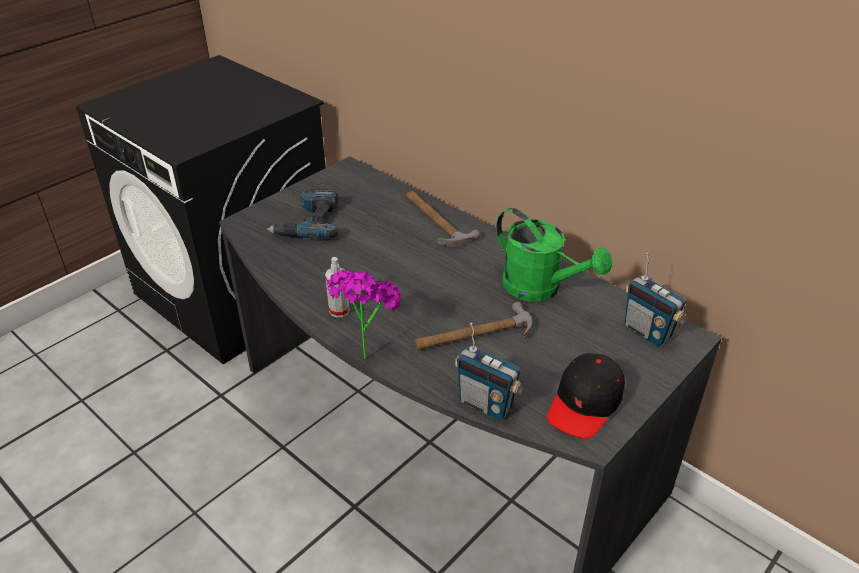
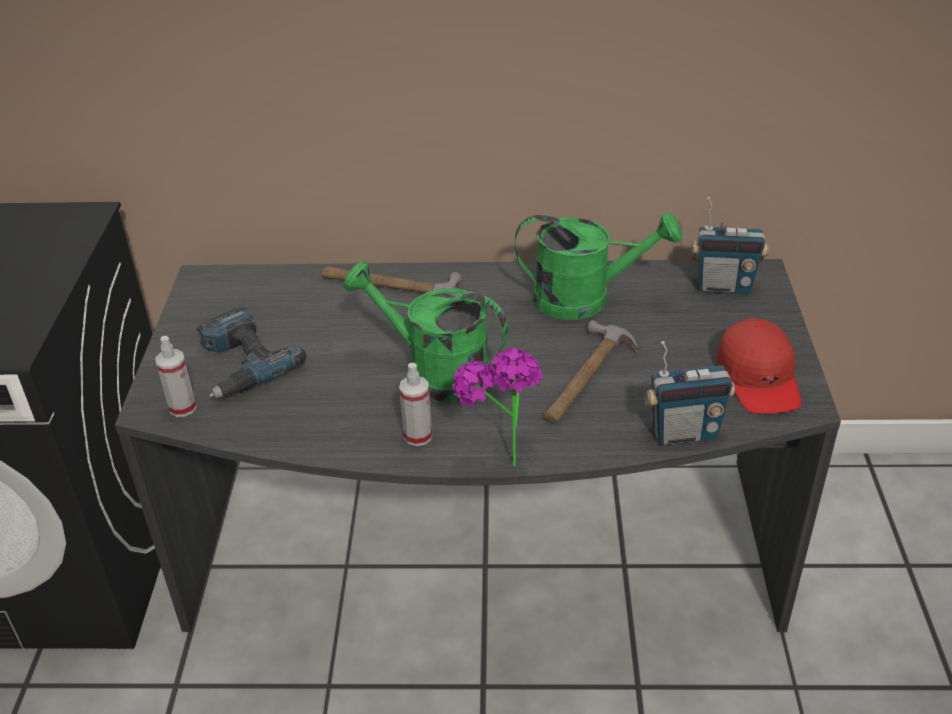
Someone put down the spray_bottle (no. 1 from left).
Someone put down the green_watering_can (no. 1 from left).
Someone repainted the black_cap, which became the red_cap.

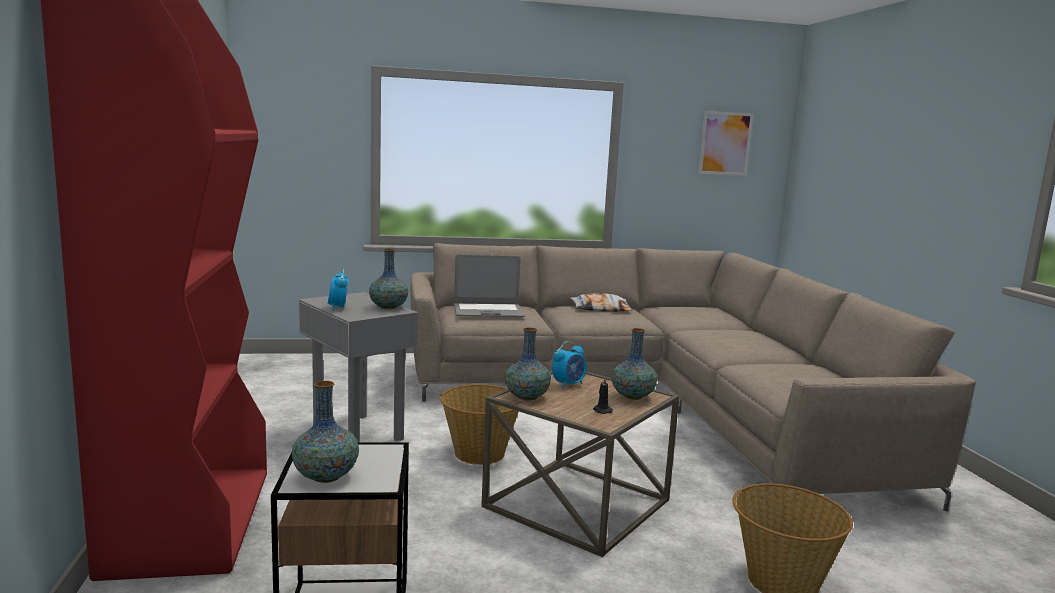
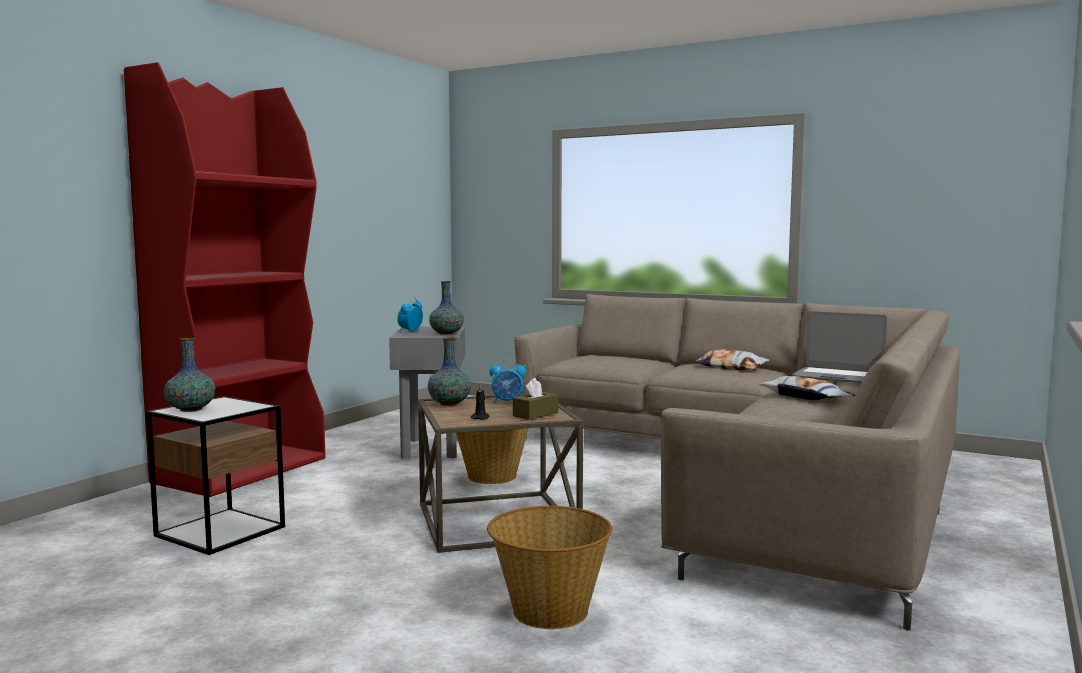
Someone took away the picture.
Someone put down the pillow (no. 2 from left).
Someone carried the laptop.
Someone swapped the vase (no. 4 from left) for the brown_tissue_box.

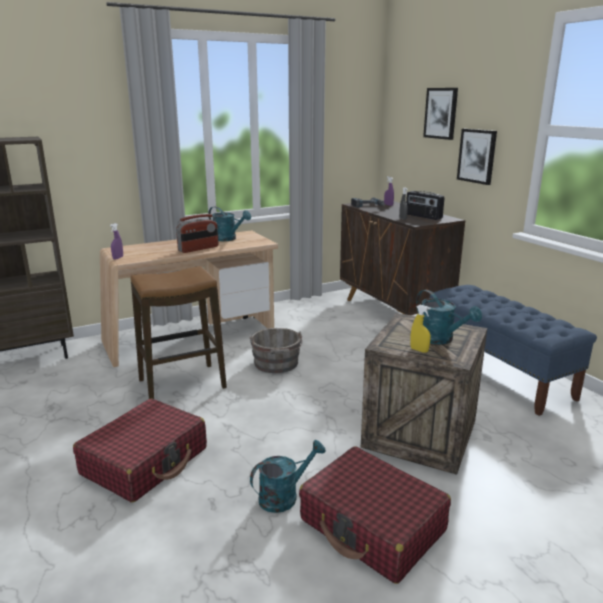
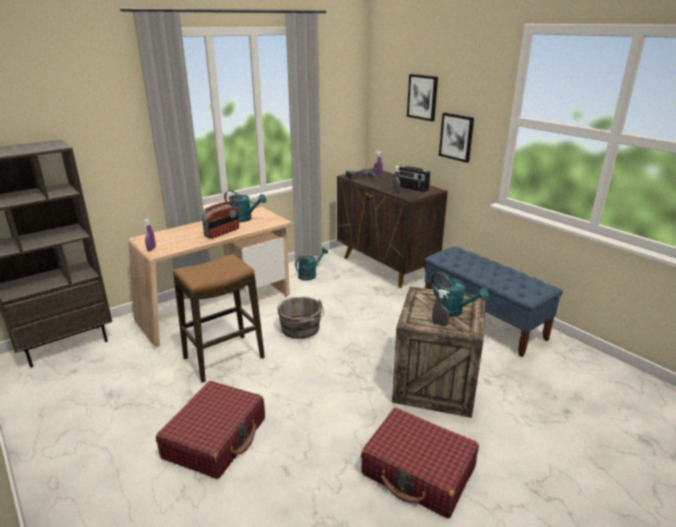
Someone carried the turquoise_watering_can (no. 2 from left).
Someone repainted the yellow_spray_bottle, which became the grey_spray_bottle (no. 2 from left).

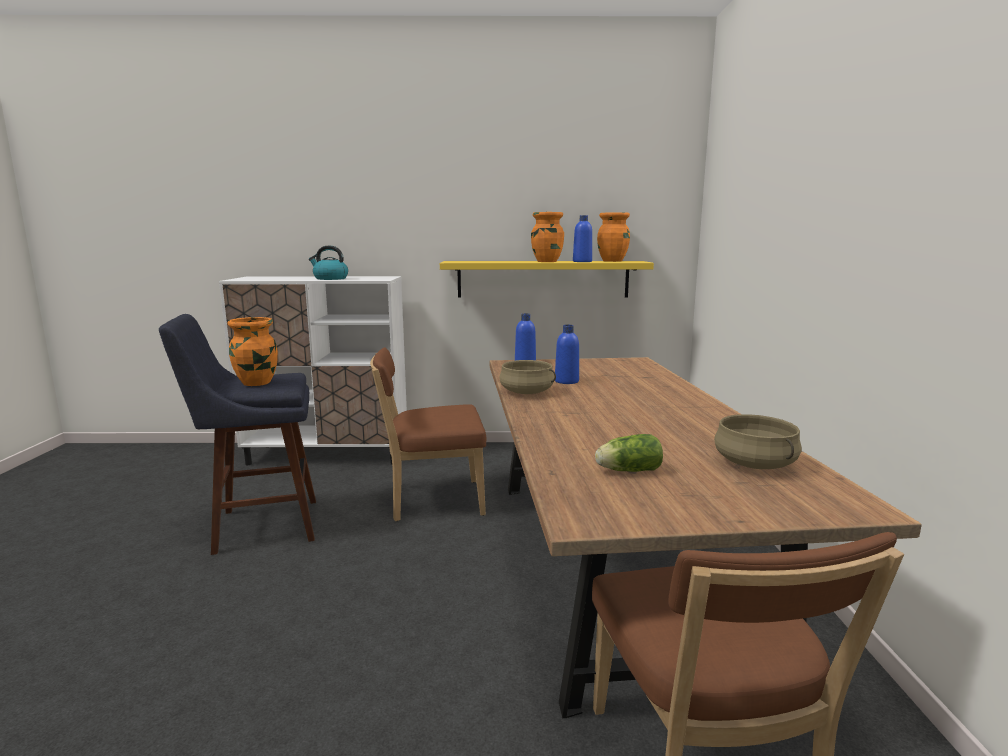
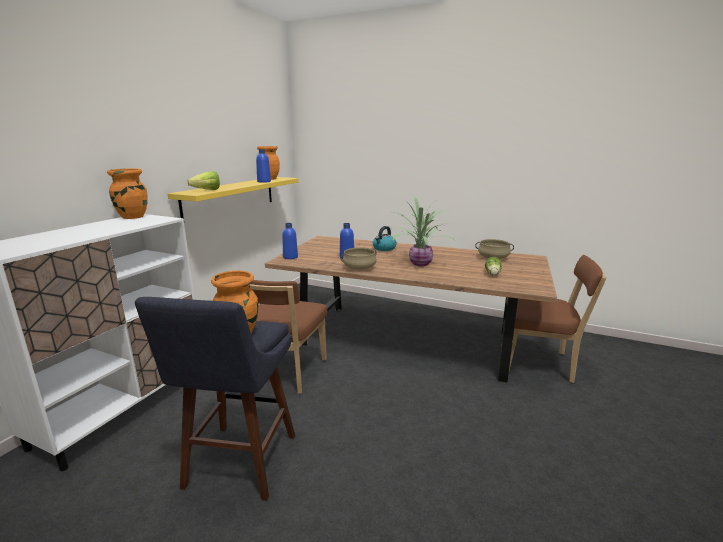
Someone put down the lettuce (no. 1 from left).
Someone put down the potted_plant.
Someone carried the kettle.
Someone carried the orange_vase (no. 2 from left in the first image).

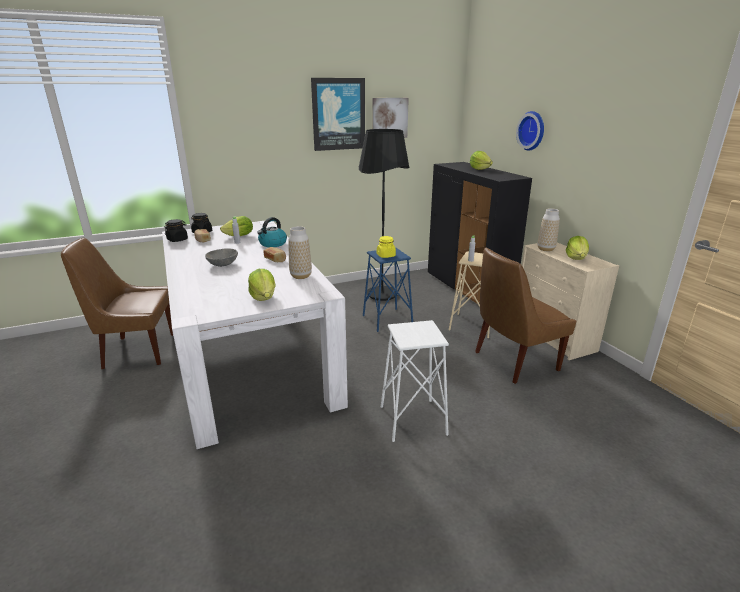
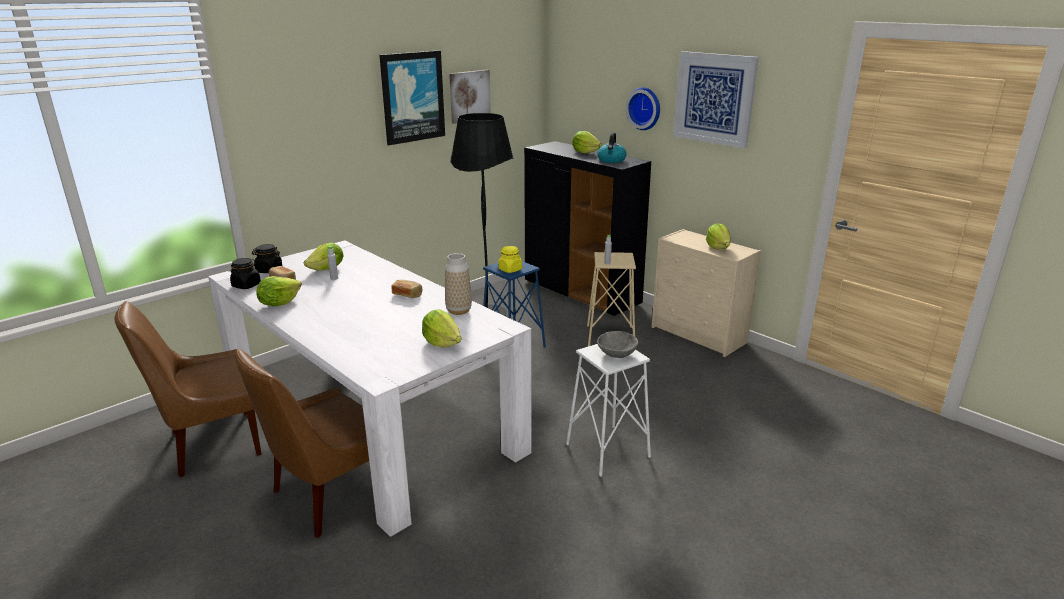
Someone took away the vase (no. 2 from left).
Someone put down the lettuce (no. 1 from left).
Someone put up the picture (no. 3 from left).
Someone carried the grey_bowl.
Someone carried the kettle.
Someone carried the brown_chair (no. 2 from left).

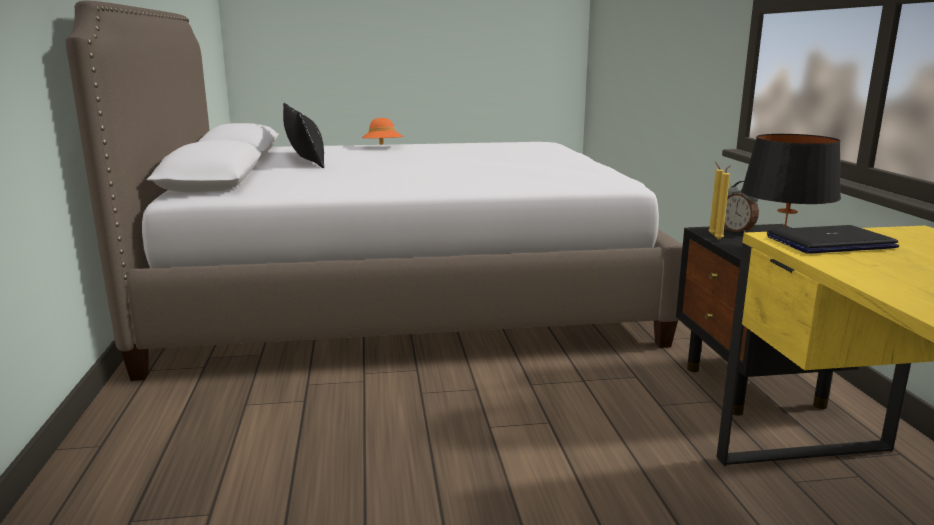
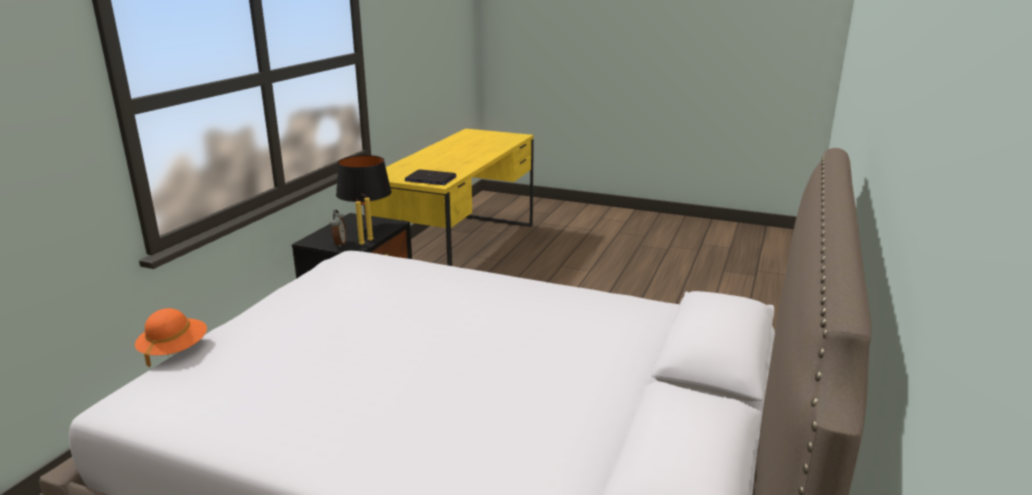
Someone took away the black_pillow.
Someone carried the orange_hat.

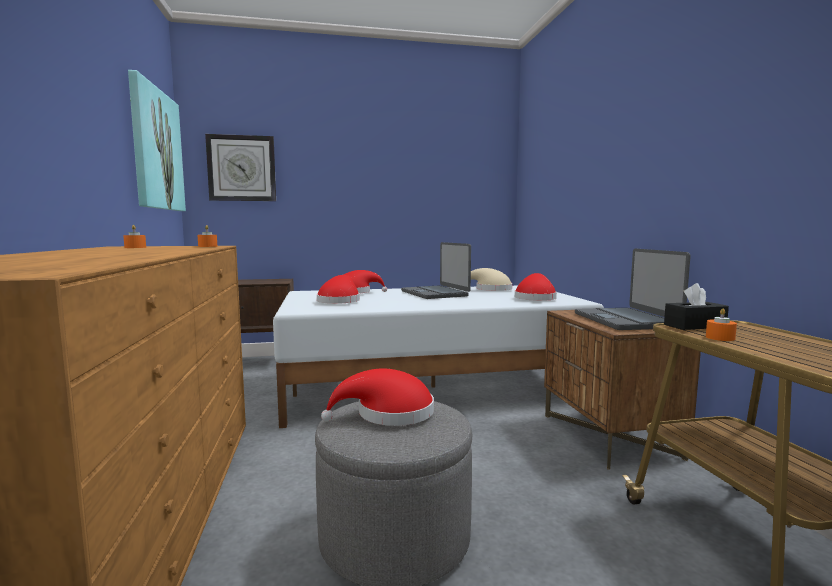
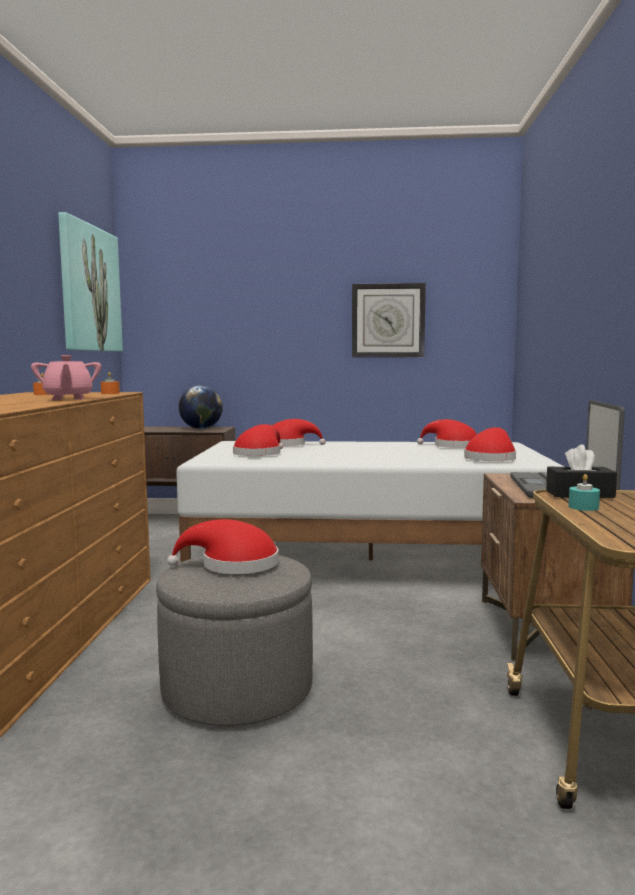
Someone took away the laptop (no. 1 from left).
Someone put down the pink_teapot.
Someone put down the globe.
Someone carried the wall_clock.
Someone repainted the beige_hat, which became the red_hat (no. 4 from left).
Someone repainted the orange_candle (no. 3 from left), which became the turquoise_candle.

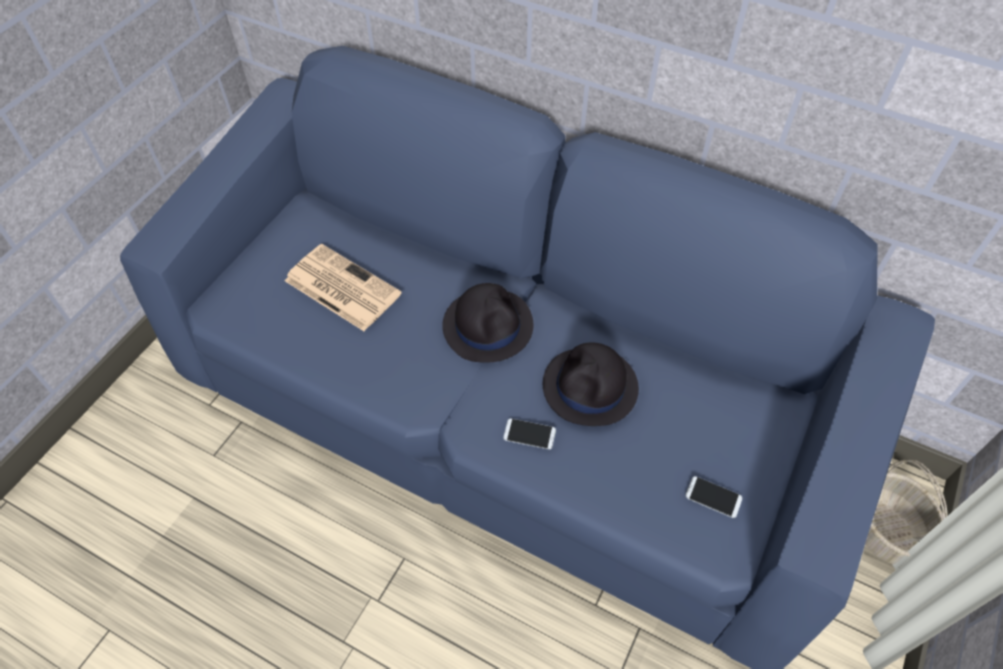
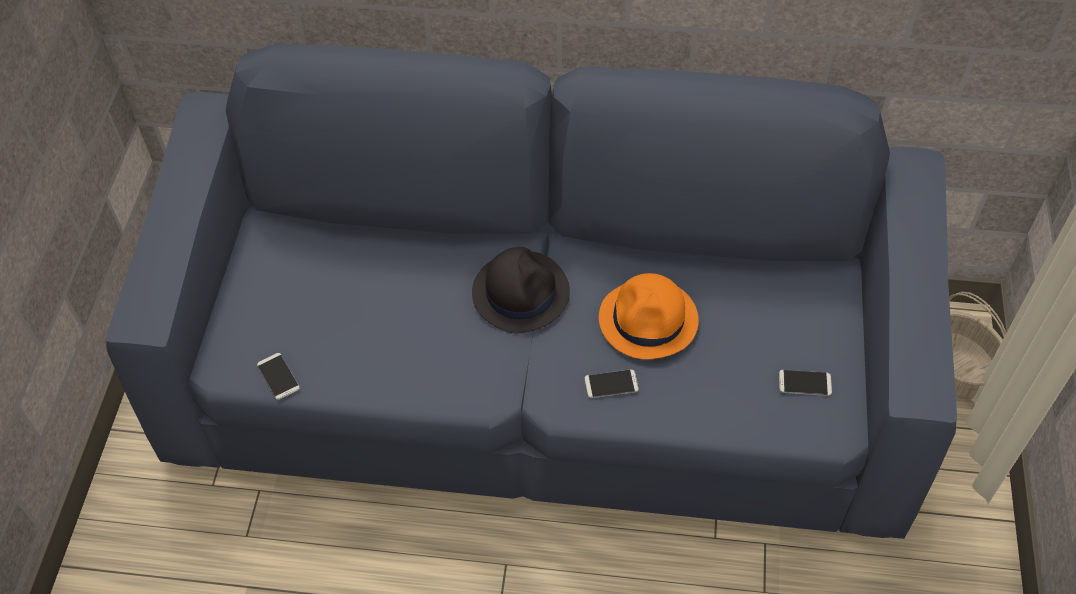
Someone took away the newspaper.
Someone put down the phone (no. 1 from left).
Someone repainted the black_hat (no. 2 from left), which became the orange_hat.

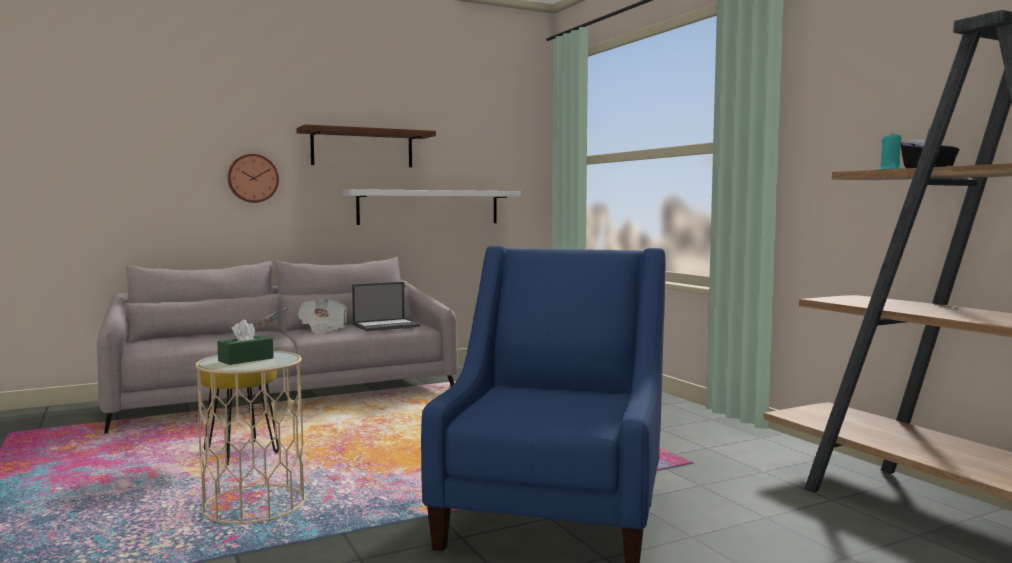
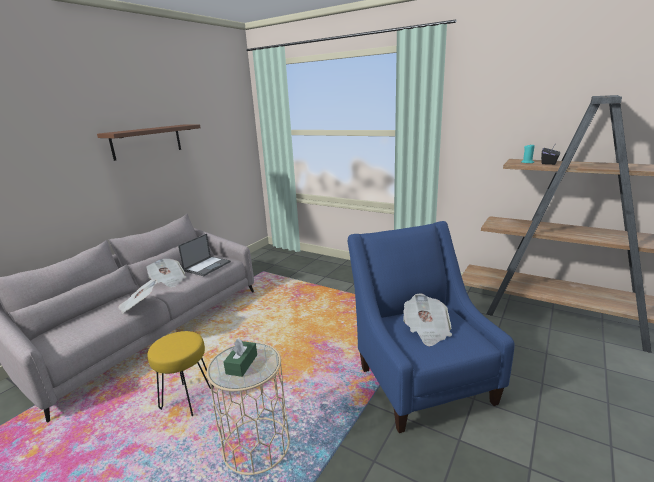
Someone took away the wall_clock.
Someone took away the white_shelf.
Someone put down the newspaper (no. 3 from left).

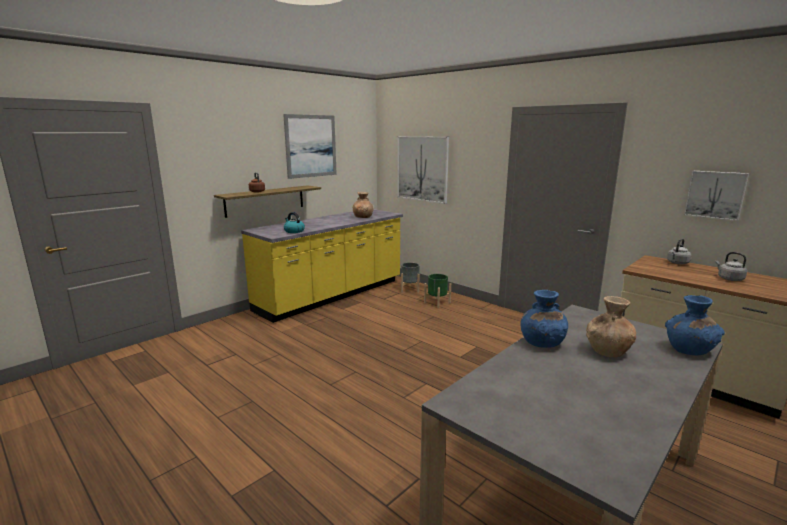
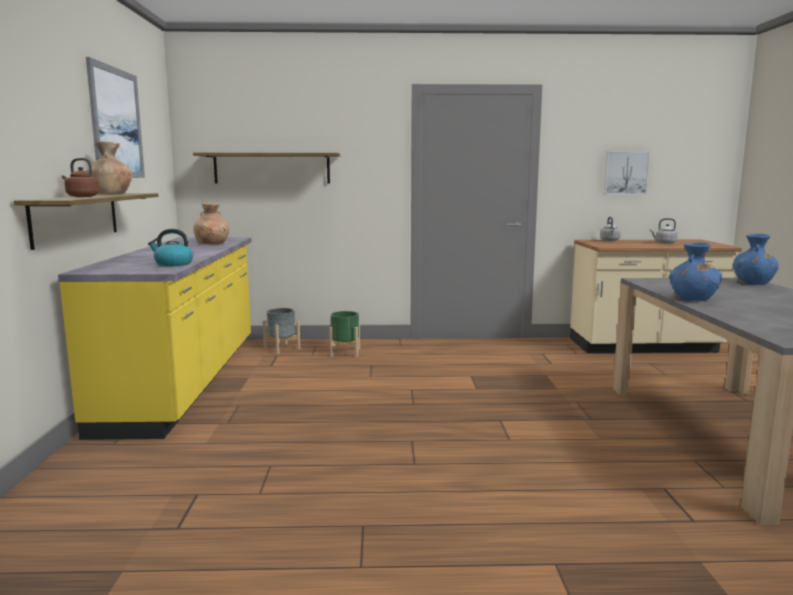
Someone carried the brown_vase (no. 2 from left in the first image).
Someone swapped the picture (no. 2 from left) for the shelf (no. 2 from left).

